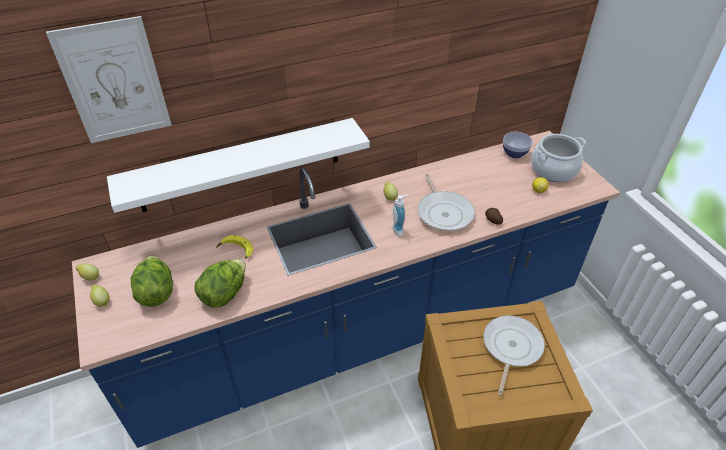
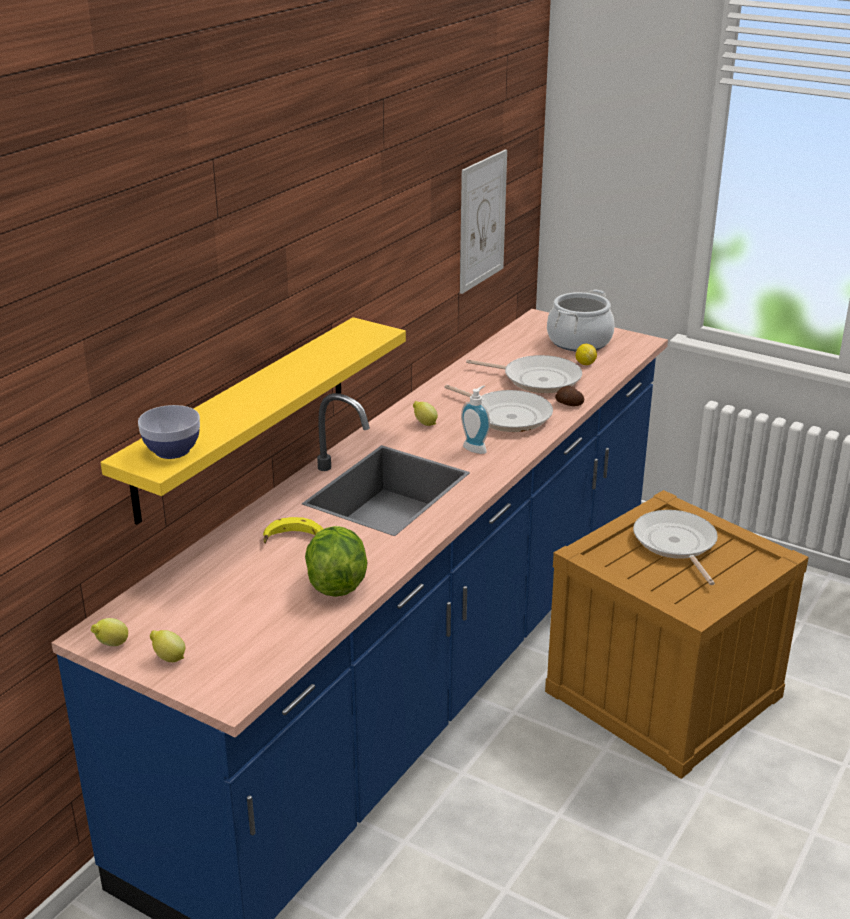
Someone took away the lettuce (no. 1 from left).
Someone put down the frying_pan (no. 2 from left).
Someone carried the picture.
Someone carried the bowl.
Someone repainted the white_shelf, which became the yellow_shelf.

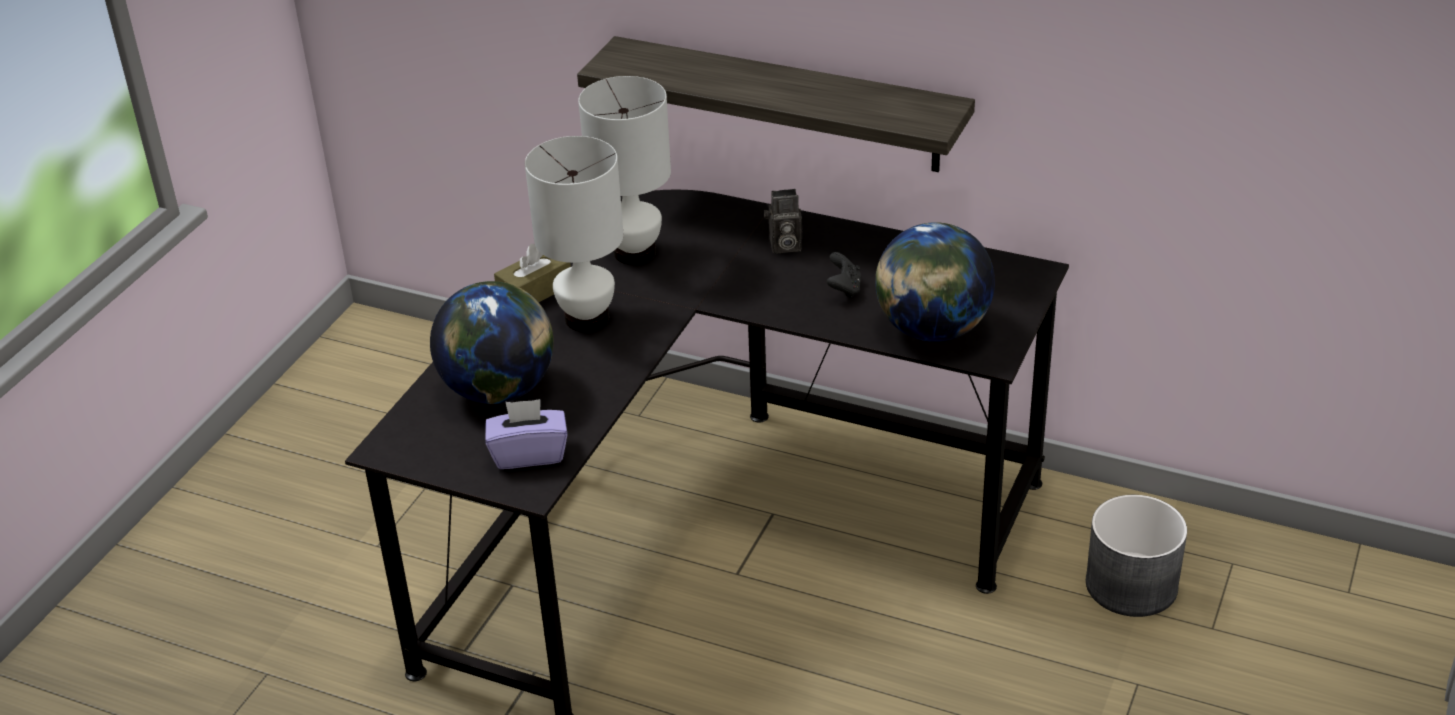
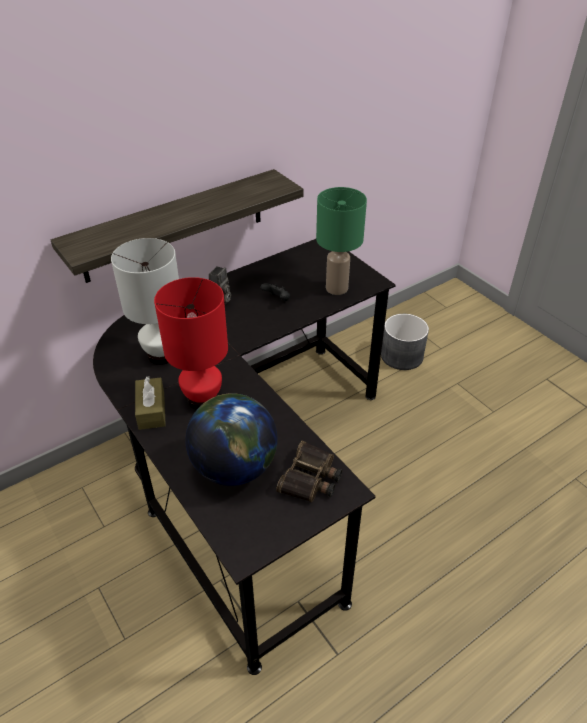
Someone swapped the purple_tissue_box for the binoculars.
Someone swapped the globe (no. 2 from left) for the green_table_lamp.
Someone repainted the white_table_lamp (no. 1 from left), which became the red_table_lamp.

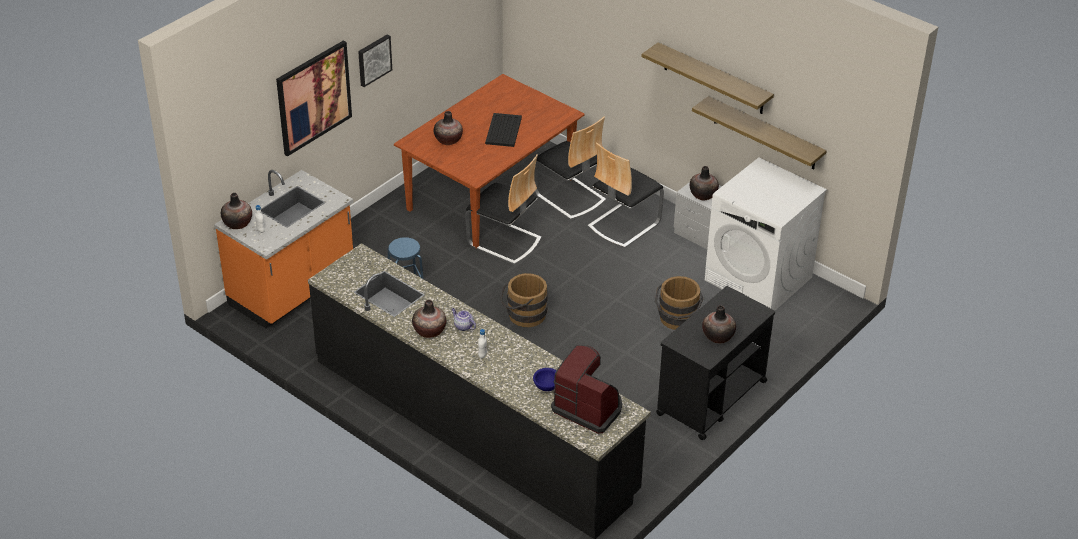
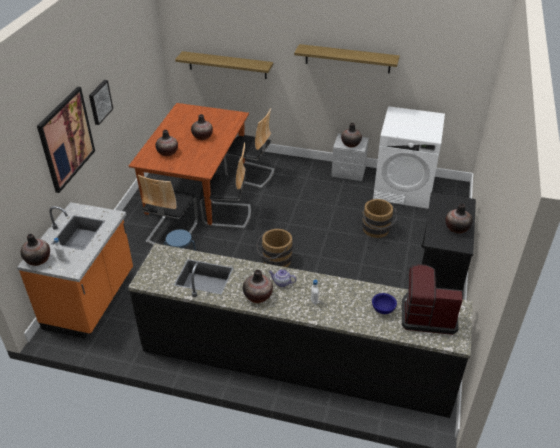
Someone carried the chair (no. 3 from left in the first image).
Someone carried the shelf (no. 2 from left in the first image).
Someone swapped the black_tray for the vase (no. 3 from left).

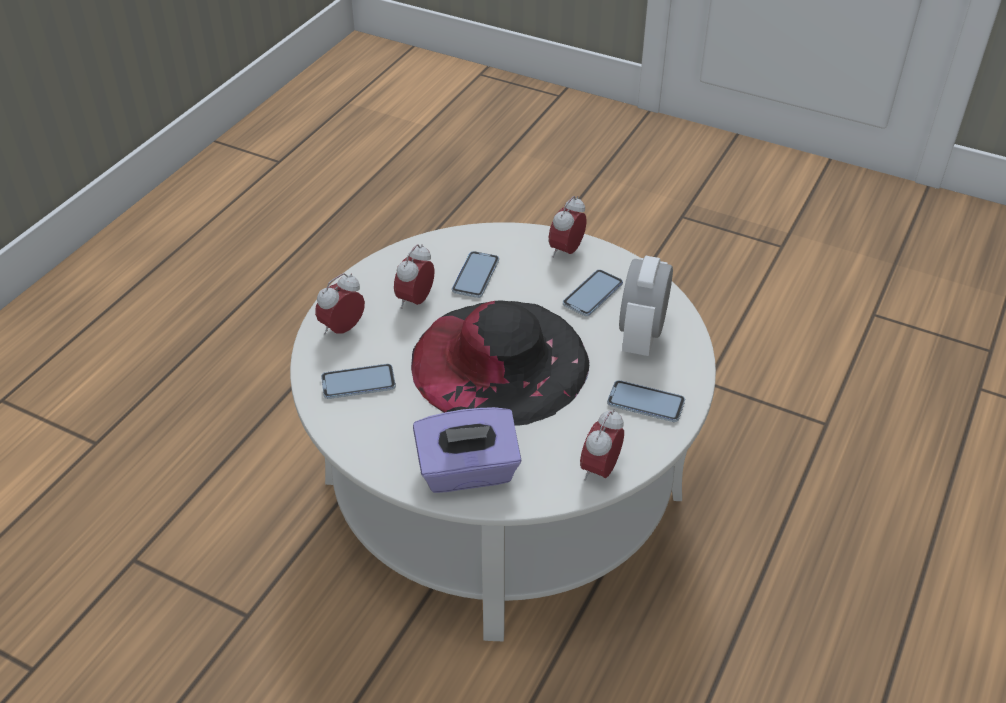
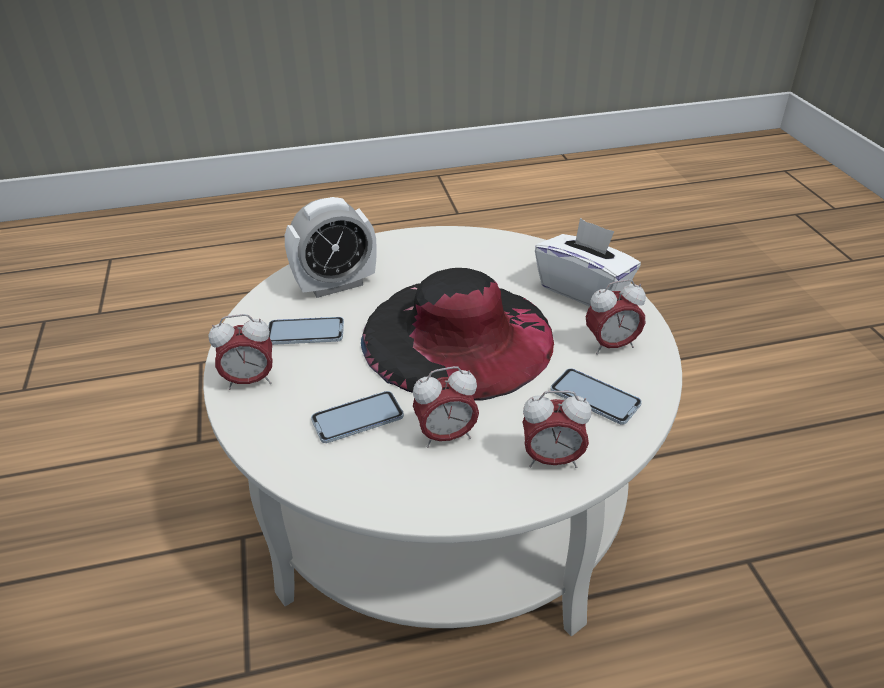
Someone took away the phone (no. 4 from left).
Someone carried the alarm_clock (no. 4 from left in the first image).
Someone repainted the purple_tissue_box, which became the white_tissue_box.

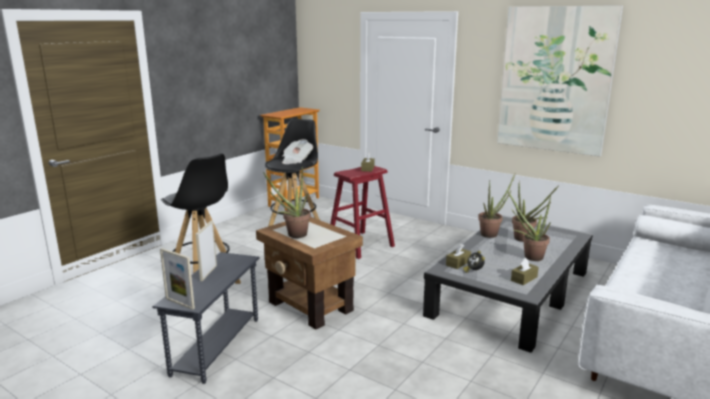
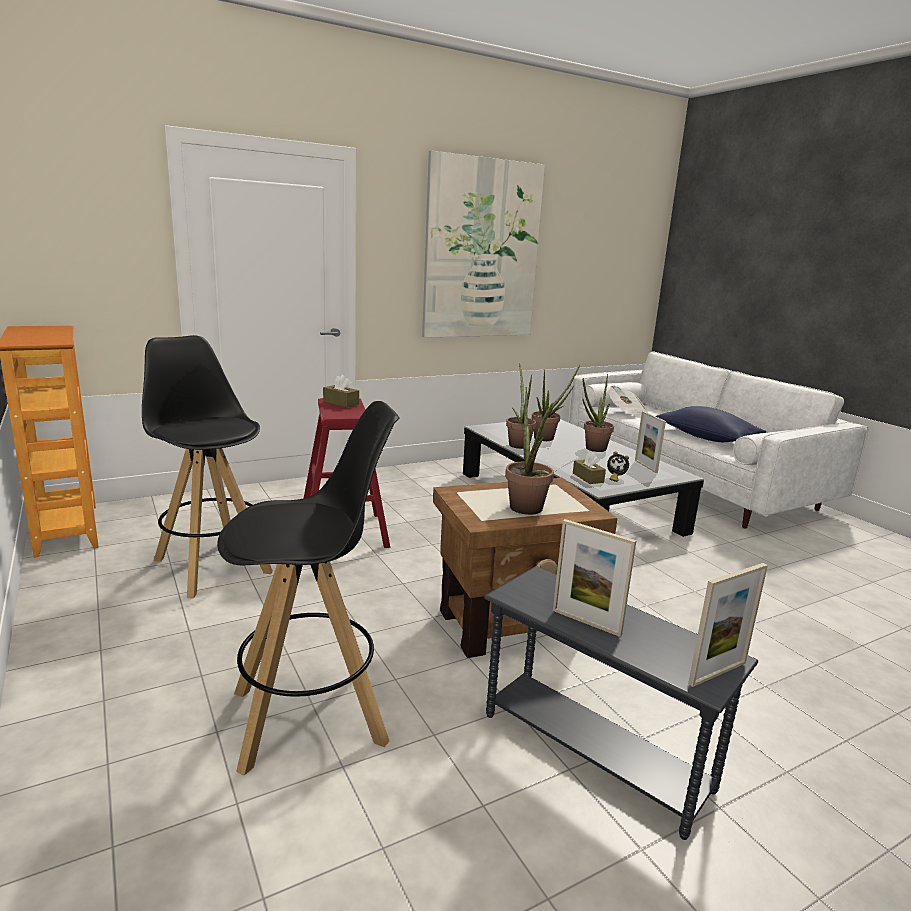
Someone put down the blue_pillow.
Someone carried the newspaper.
Someone swapped the brown_tissue_box (no. 3 from left) for the picture_frame (no. 2 from left).

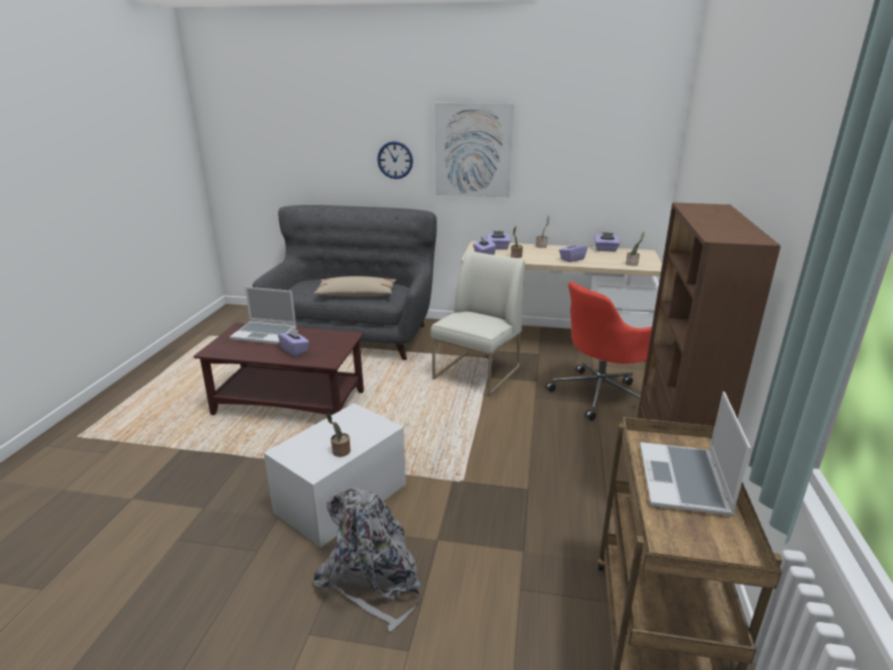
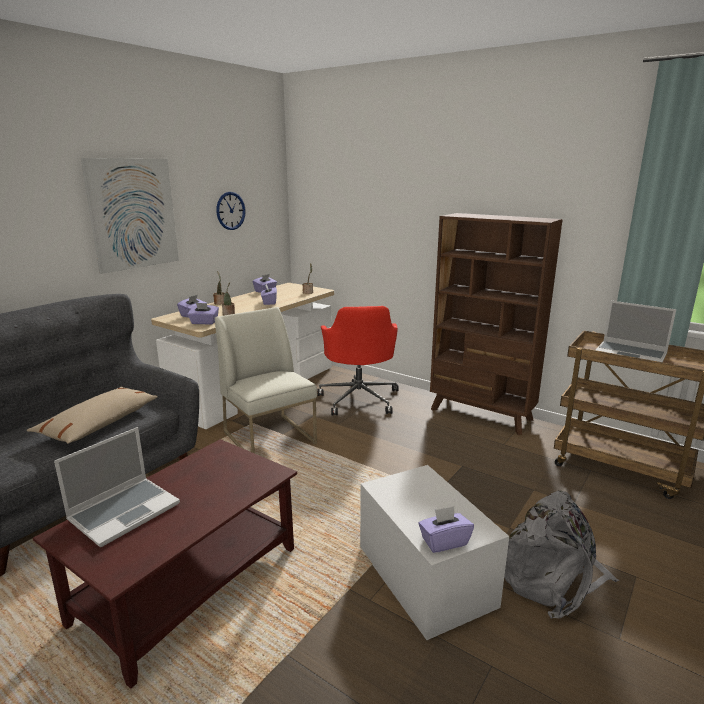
Someone took away the potted_plant (no. 1 from left).
Someone carried the purple_tissue_box (no. 1 from left in the first image).
Someone carried the wall_clock.

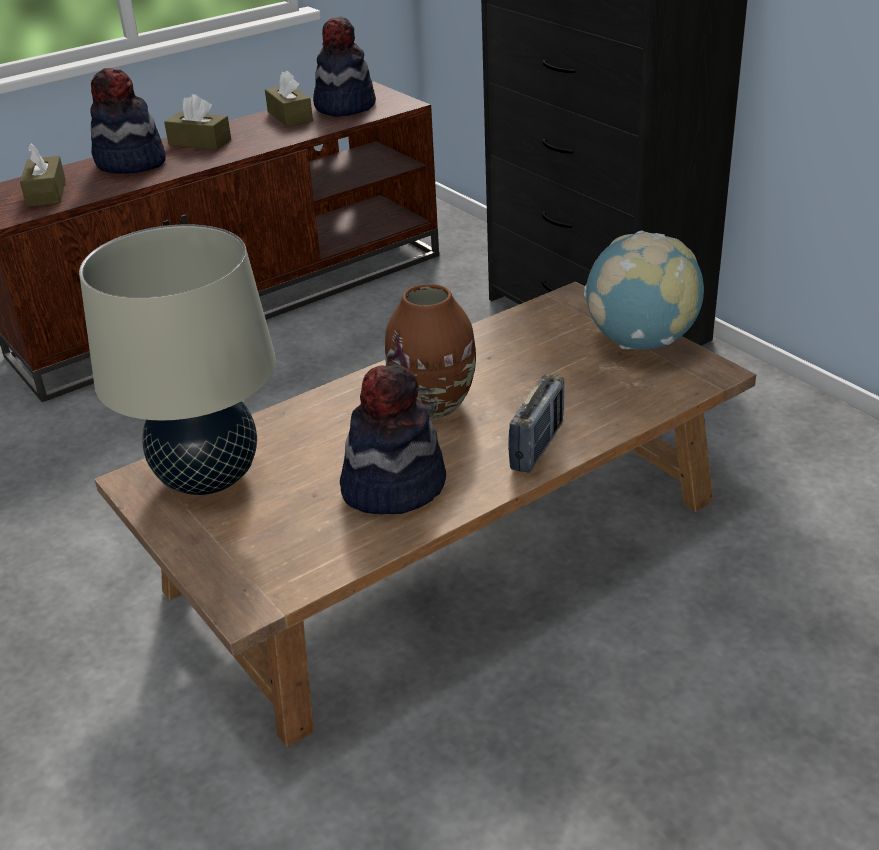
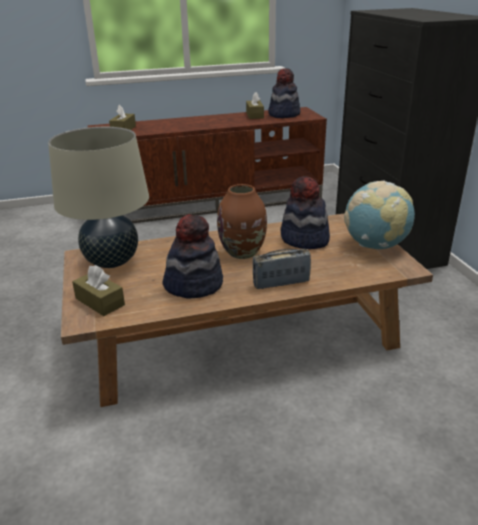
Someone carried the hat (no. 1 from left in the first image).
Someone carried the brown_tissue_box (no. 2 from left in the first image).
Someone rotated the radio by 150 degrees counterclockwise.

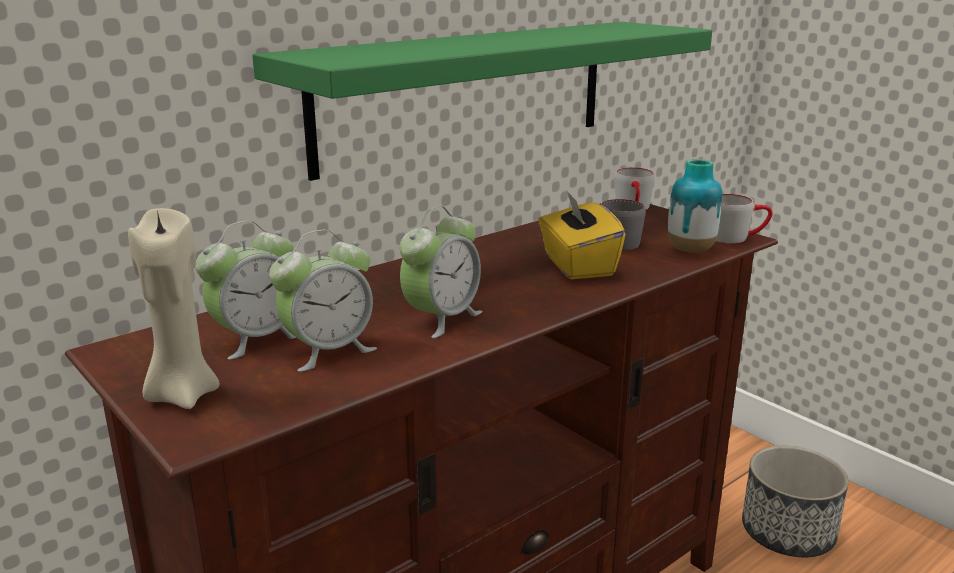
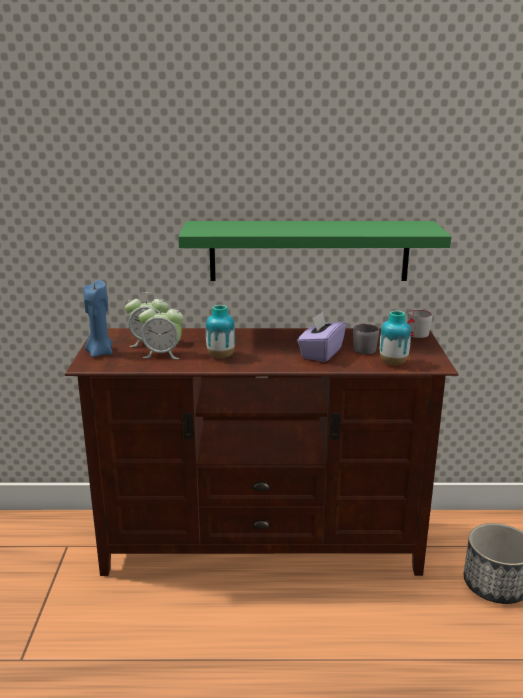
Someone took away the grey_mug (no. 3 from left).
Someone swapped the alarm_clock (no. 3 from left) for the vase (no. 1 from left).
Someone repainted the beige_candle, which became the blue_candle.
Someone repainted the yellow_tissue_box, which became the purple_tissue_box.

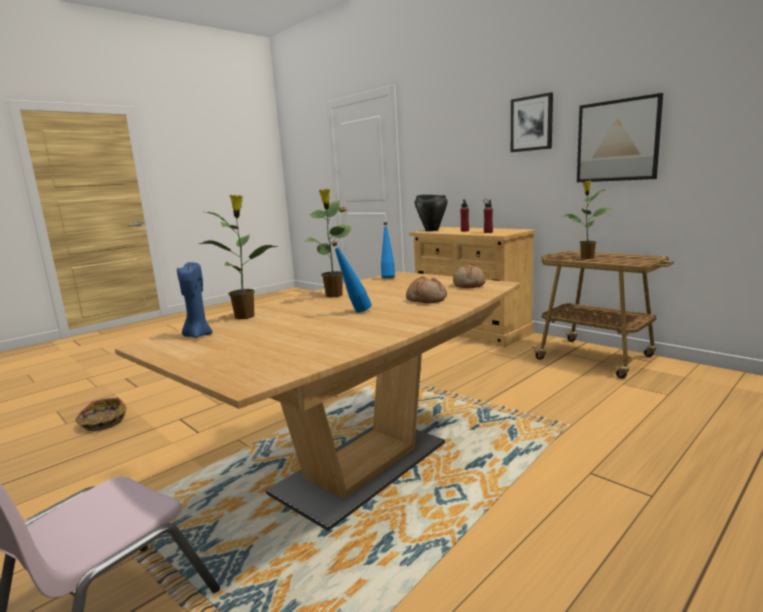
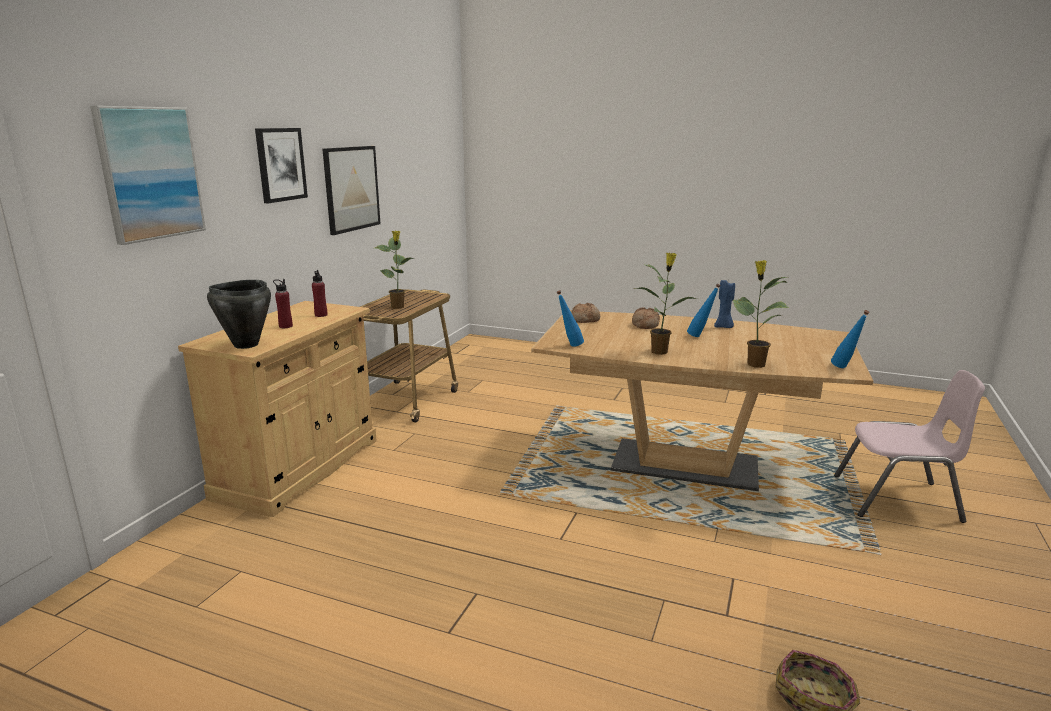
Someone put up the picture (no. 1 from left).
Someone put down the blue_bottle (no. 3 from left).
Someone carried the blue_candle.

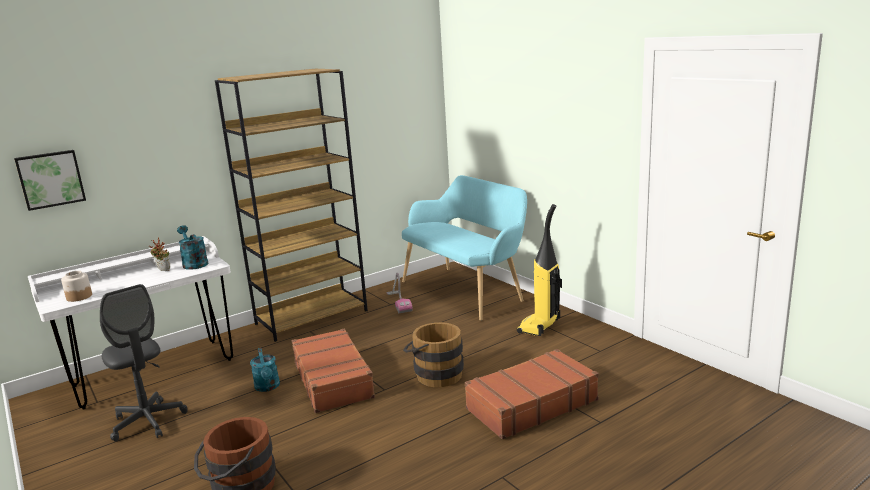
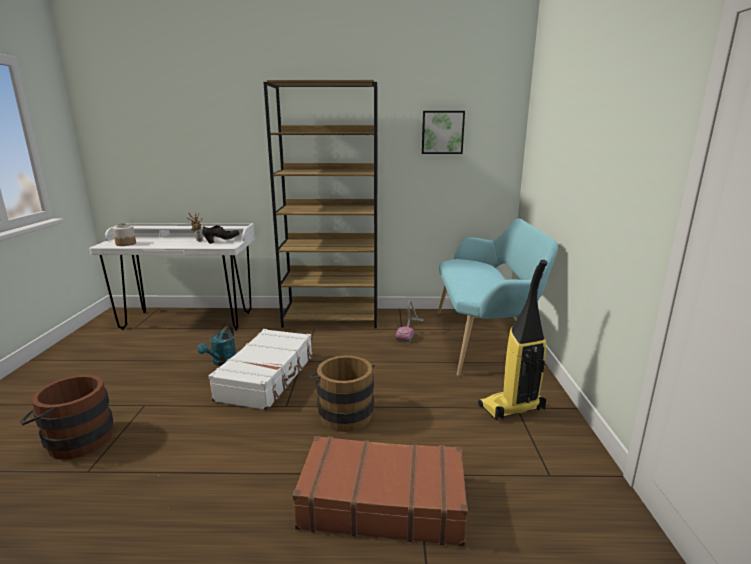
Someone took away the grey_office_chair.
Someone carried the picture.
Someone swapped the turquoise_watering_can (no. 1 from left) for the black_shoe.
Someone repainted the brown_suitcase (no. 1 from left), which became the white_suitcase.

